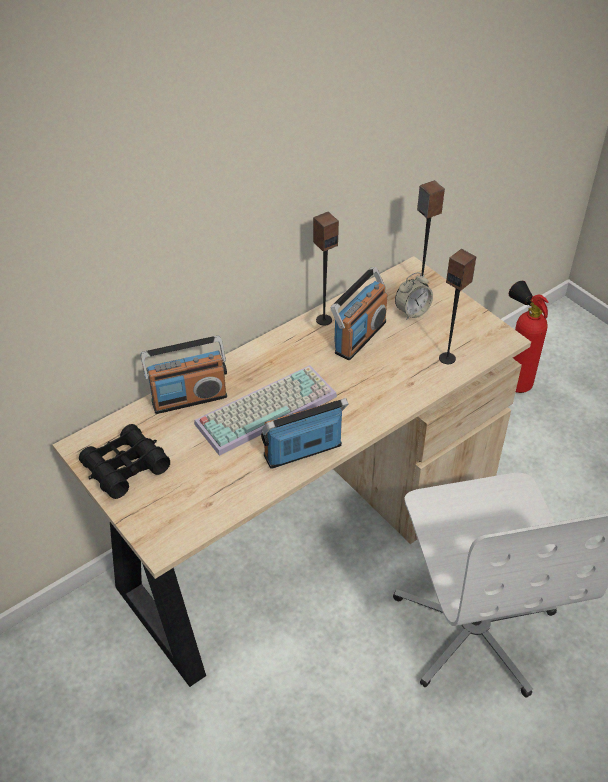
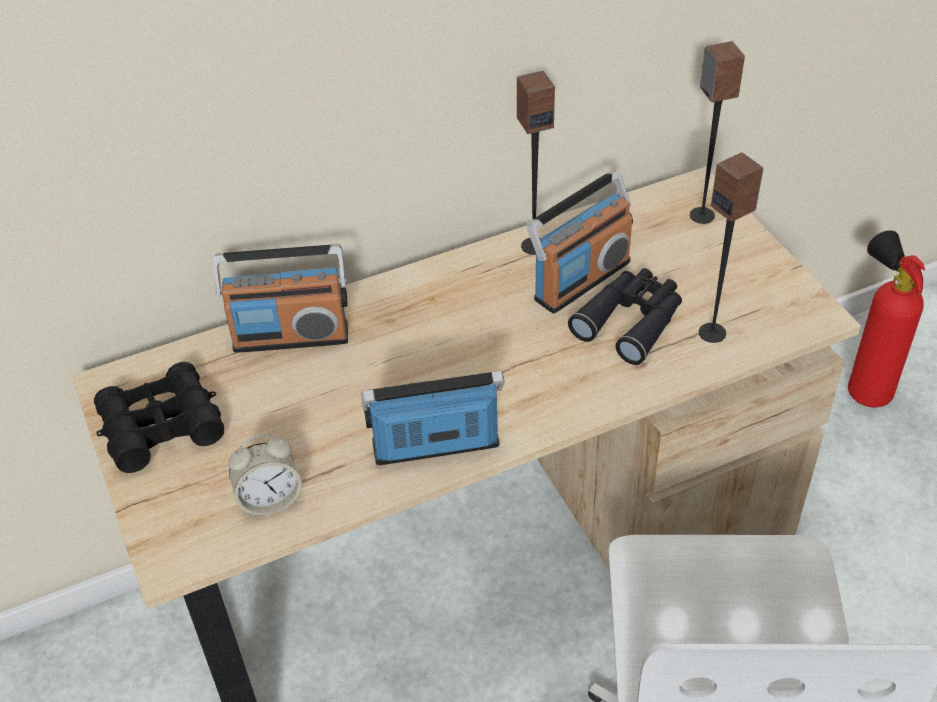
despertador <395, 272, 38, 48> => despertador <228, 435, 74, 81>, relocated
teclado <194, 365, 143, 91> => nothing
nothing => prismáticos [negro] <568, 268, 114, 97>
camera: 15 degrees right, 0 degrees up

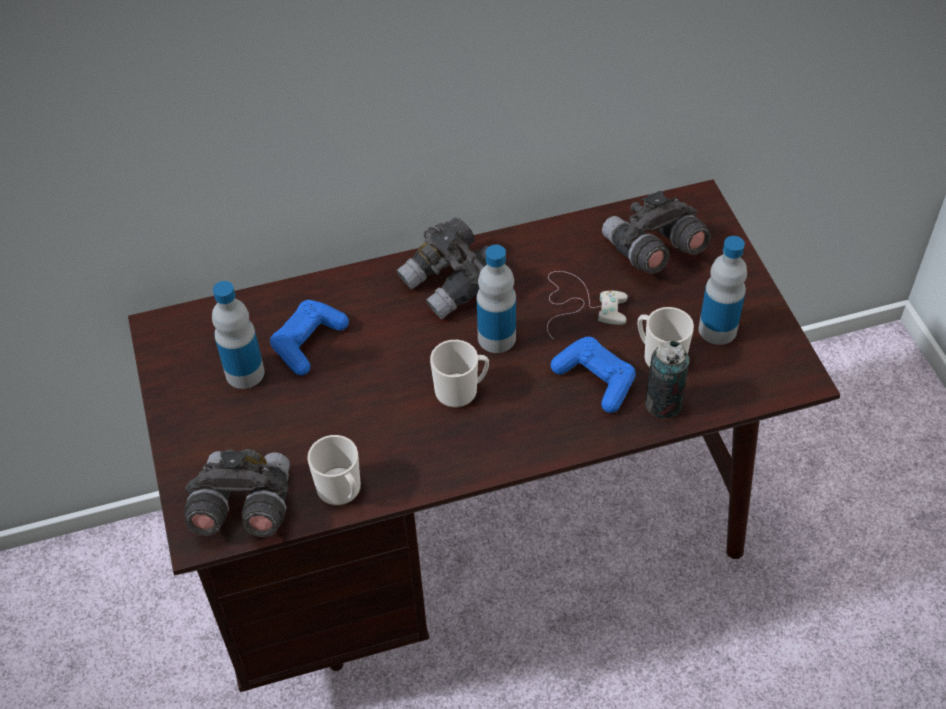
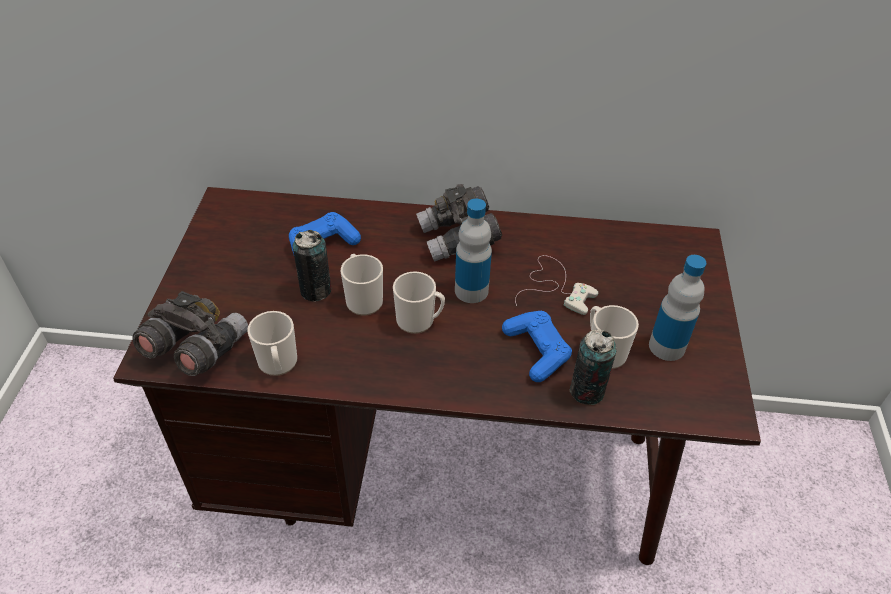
prismáticos [gris] <602, 191, 109, 83> => nothing
botella <212, 281, 53, 108> => nothing
nothing => lata <293, 230, 38, 72>
nothing => taza grande <341, 254, 42, 61>
camera: 20 degrees right, 5 degrees down

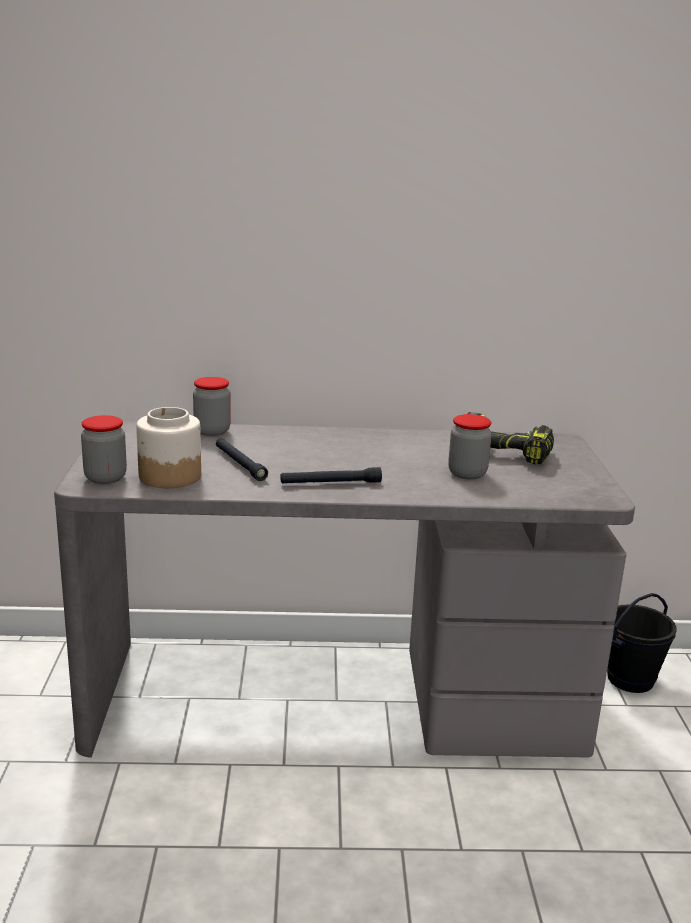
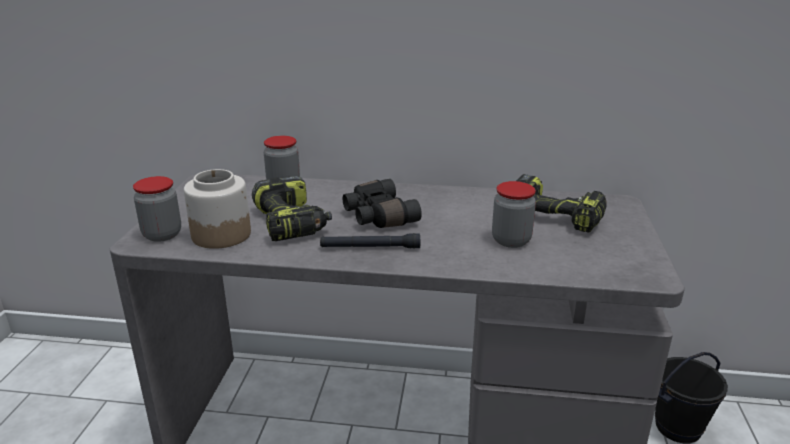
linterna [negro] <216, 438, 52, 43> => taladro <252, 176, 80, 65>
nothing => prismáticos [negro] <342, 179, 80, 49>
camera: 10 degrees right, 5 degrees up

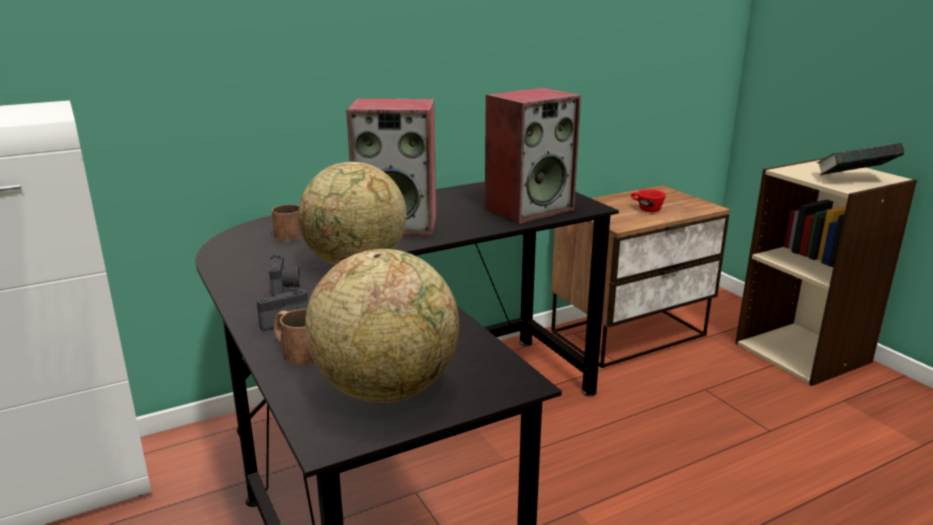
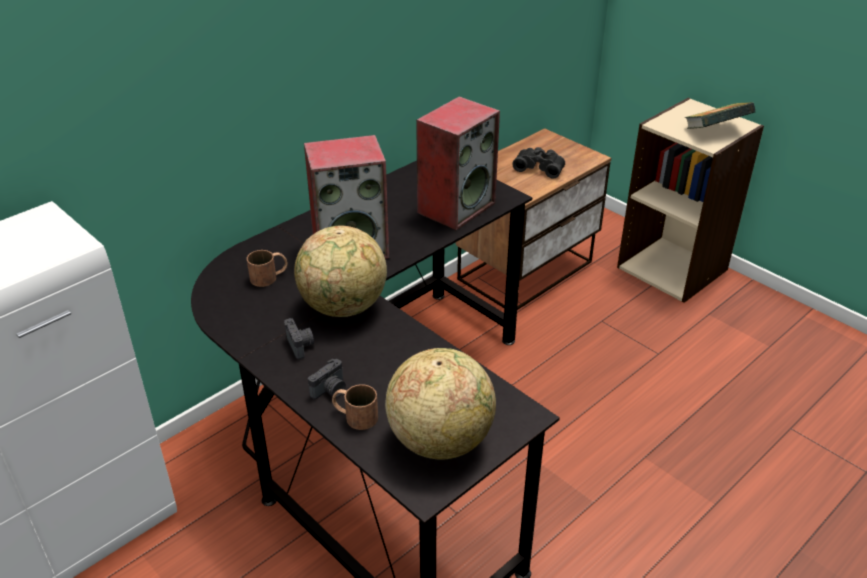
taza [rojo] <631, 189, 35, 23> => prismáticos [negro] <512, 147, 53, 32>
camera: 15 degrees left, 15 degrees up

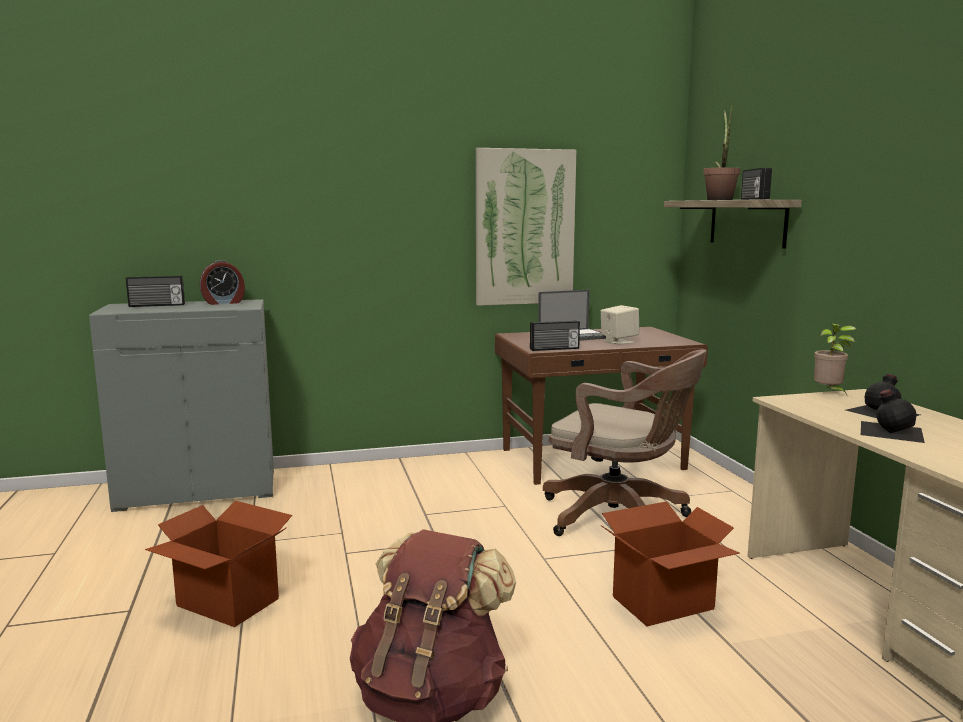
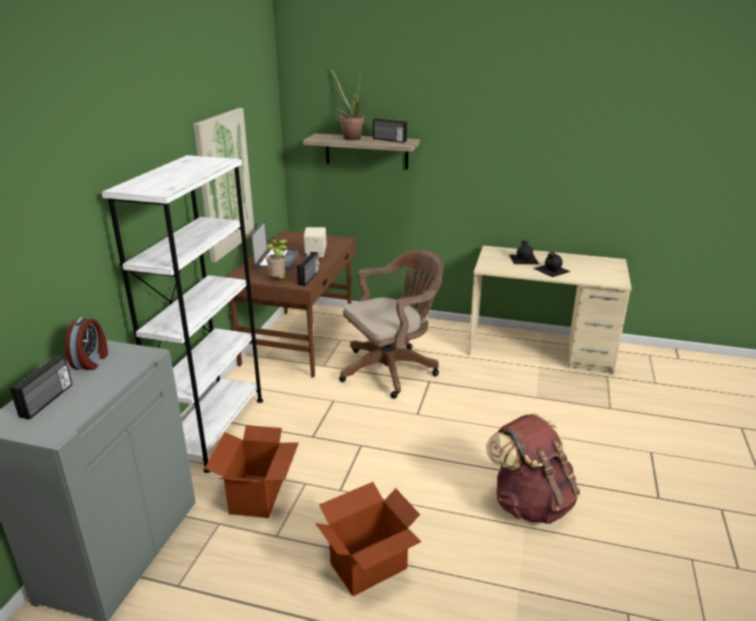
planta en maceta <814, 323, 42, 74> => planta en maceta <266, 240, 22, 38>, relocated
caja de cartón <601, 501, 139, 125> => caja de cartón <204, 425, 95, 93>, relocated
nothing => estantería [blanco] <102, 155, 161, 318>
camera: 60 degrees left, 15 degrees up

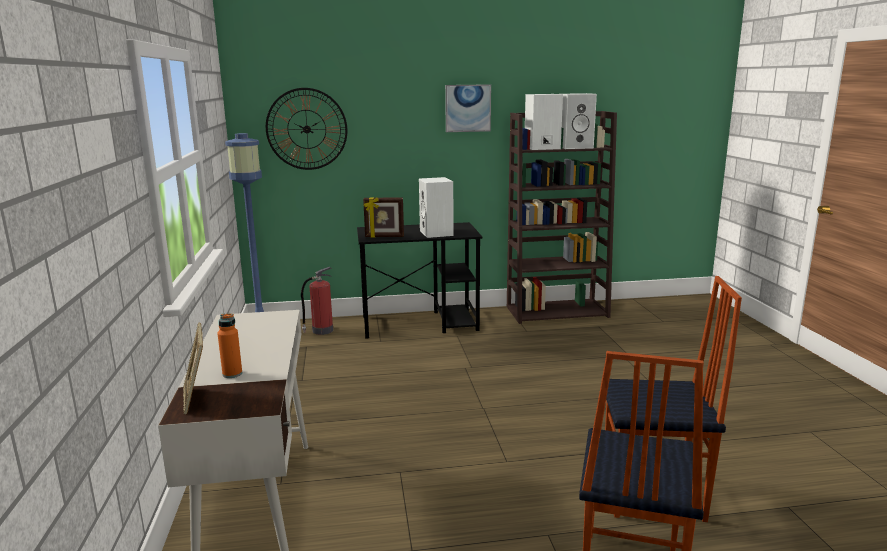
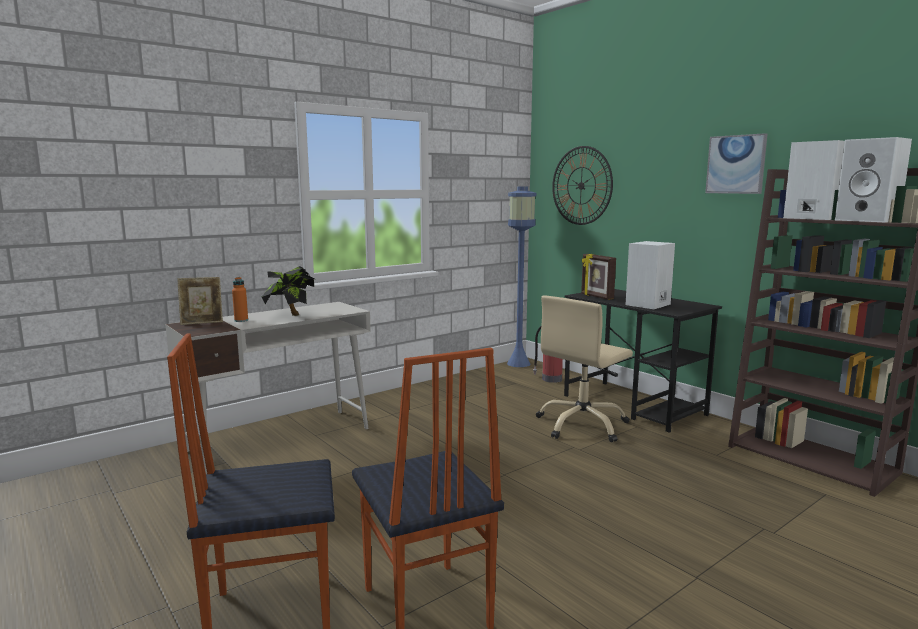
portarretratos <183, 323, 20, 91> => portarretratos <177, 277, 46, 48>, 150 degrees counterclockwise
nothing => planta en maceta <262, 266, 53, 50>
nothing => silla de oficina [beis] <536, 296, 97, 146>
camera: 60 degrees right, 5 degrees down

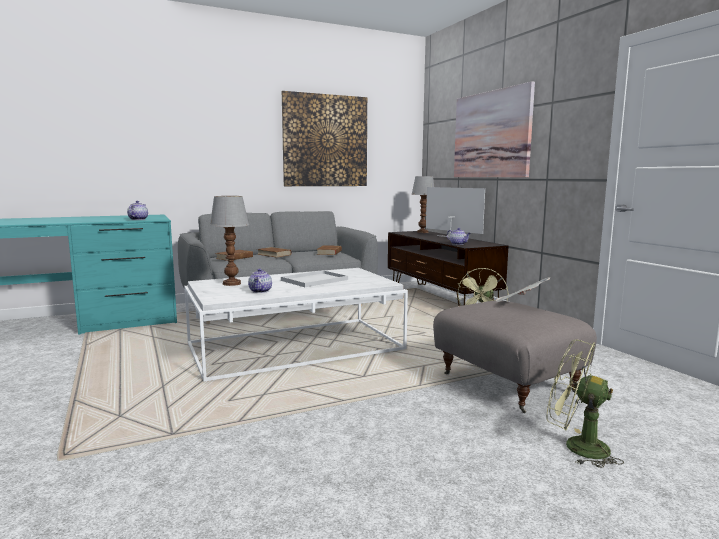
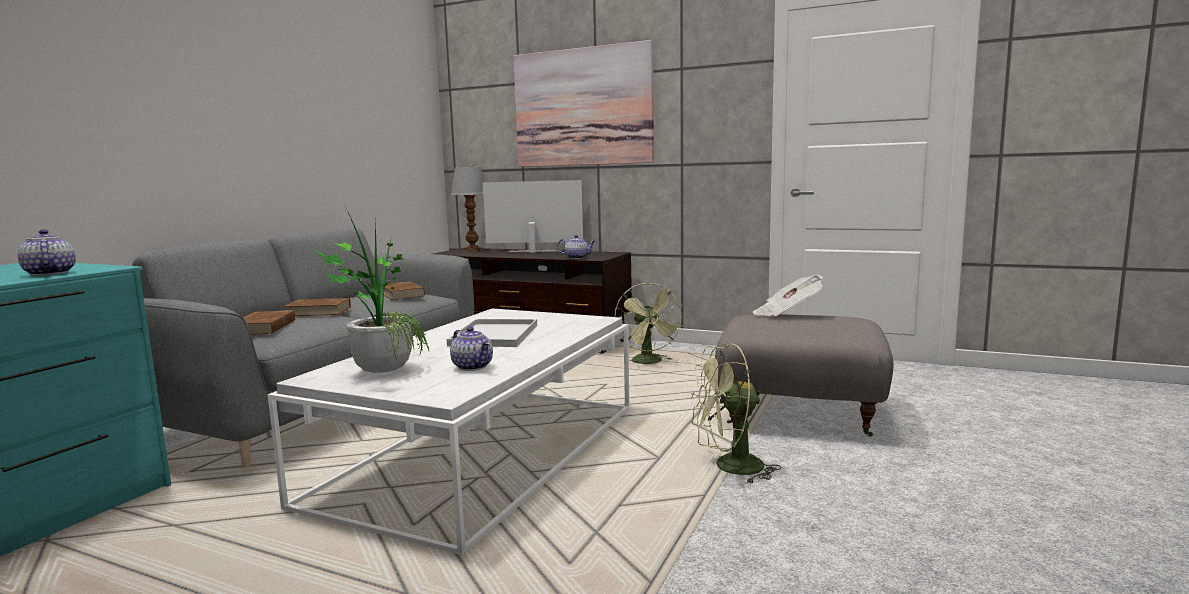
cuadro <282, 91, 85, 95> => nothing
lámpara de mesa <210, 196, 39, 90> => planta en maceta <316, 206, 113, 167>
ventilador [verde] <546, 339, 78, 129> => ventilador [verde] <690, 344, 91, 140>, relocated
camera: 40 degrees left, 0 degrees up

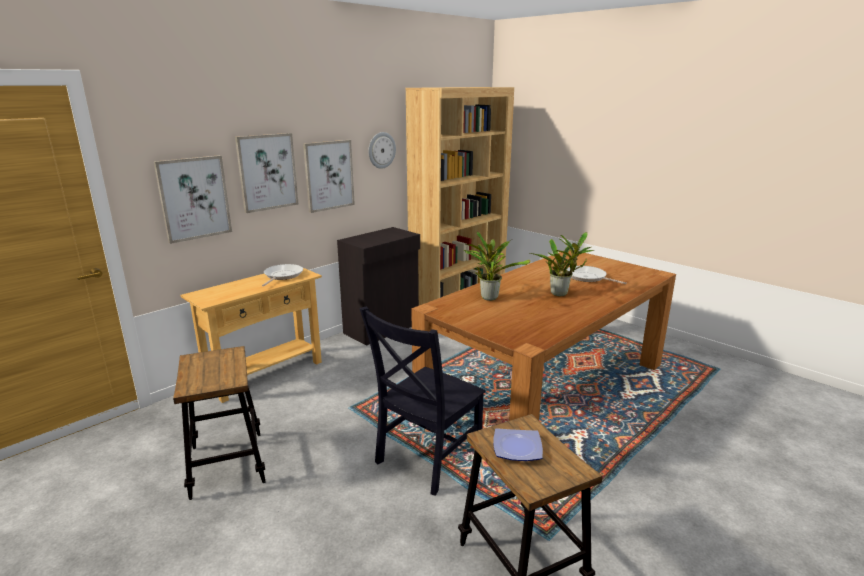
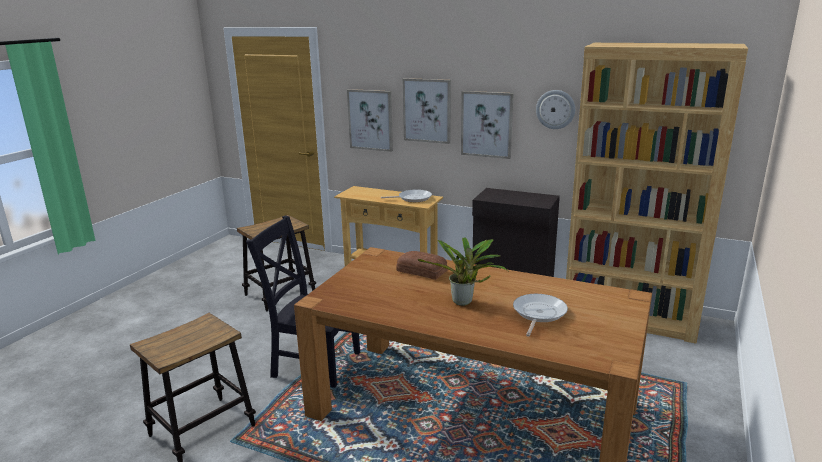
planta en maceta <463, 232, 67, 69> => pan <396, 251, 52, 29>
plato <493, 428, 50, 33> => nothing
camera: 70 degrees right, 0 degrees up

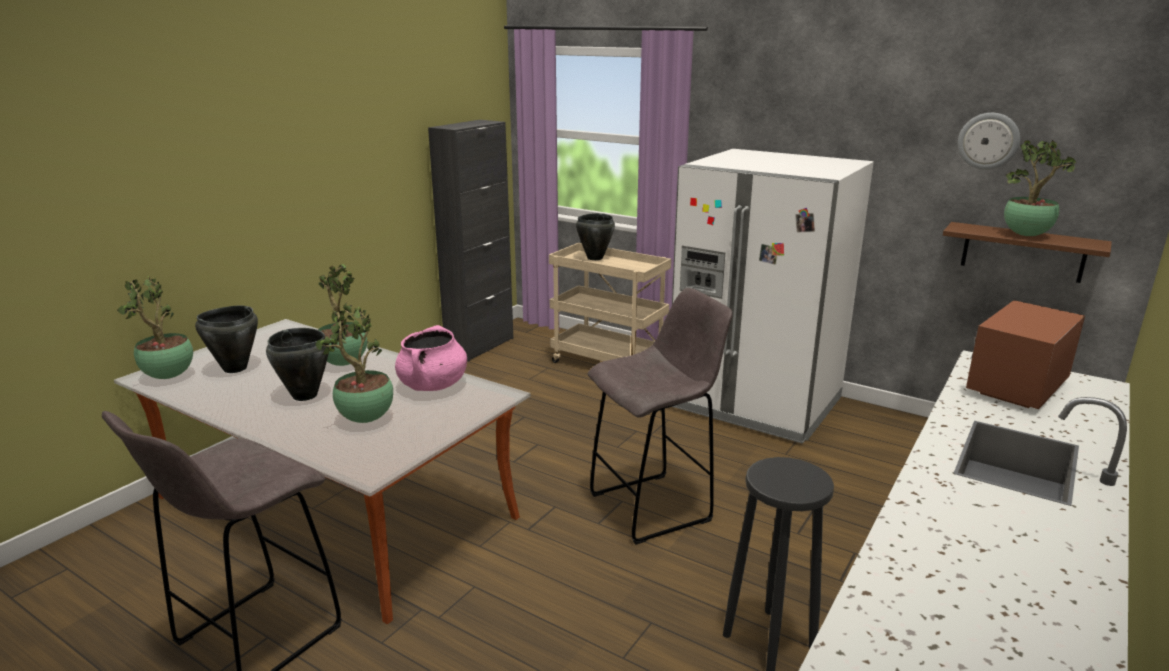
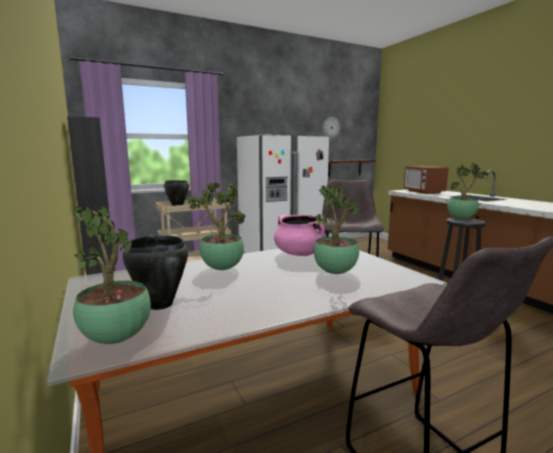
planta en maceta <1004, 140, 72, 96> => planta en maceta <447, 163, 42, 56>, relocated
olla [negro] <266, 328, 63, 73> => nothing
camera: 60 degrees left, 10 degrees down

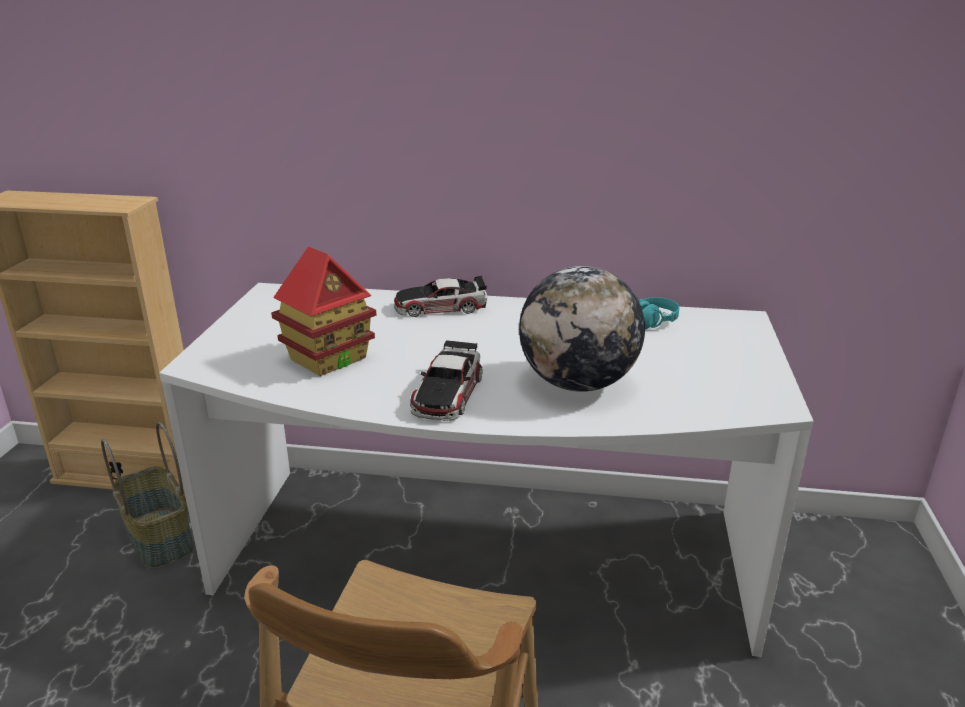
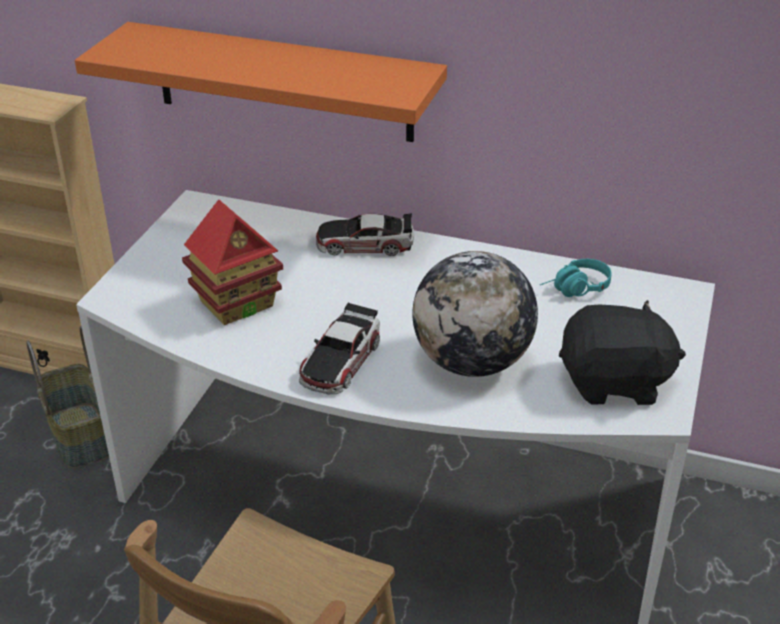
nothing => estante [naranja] <75, 22, 372, 120>
nothing => peluche [negro] <559, 300, 127, 105>
camera: 10 degrees right, 10 degrees up

